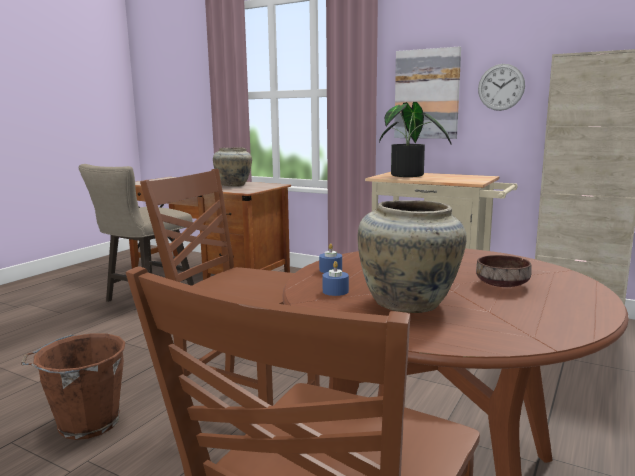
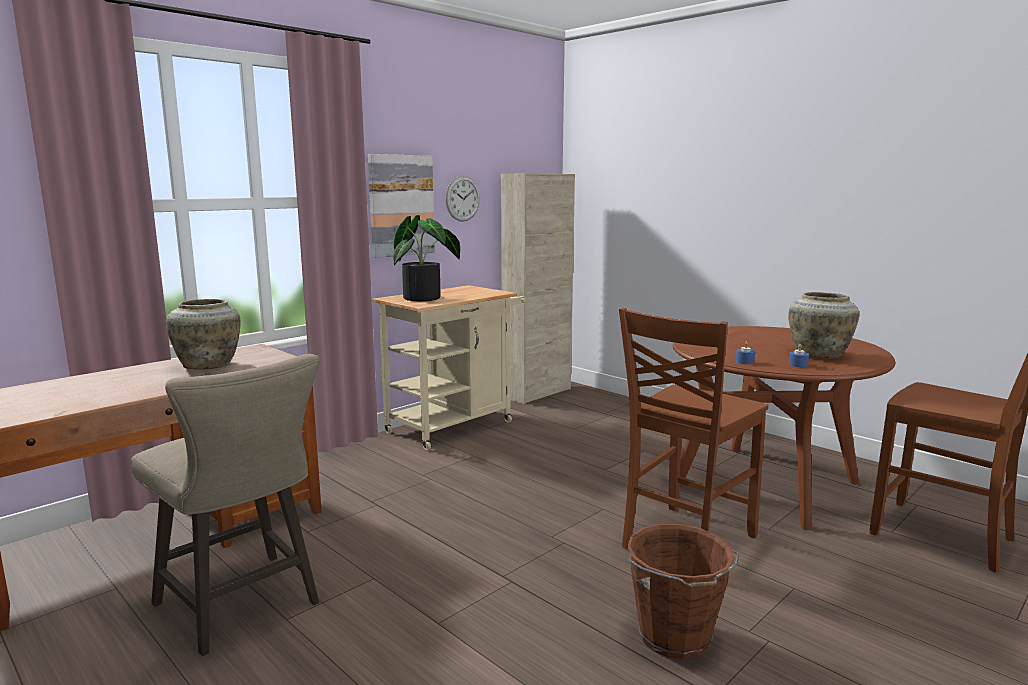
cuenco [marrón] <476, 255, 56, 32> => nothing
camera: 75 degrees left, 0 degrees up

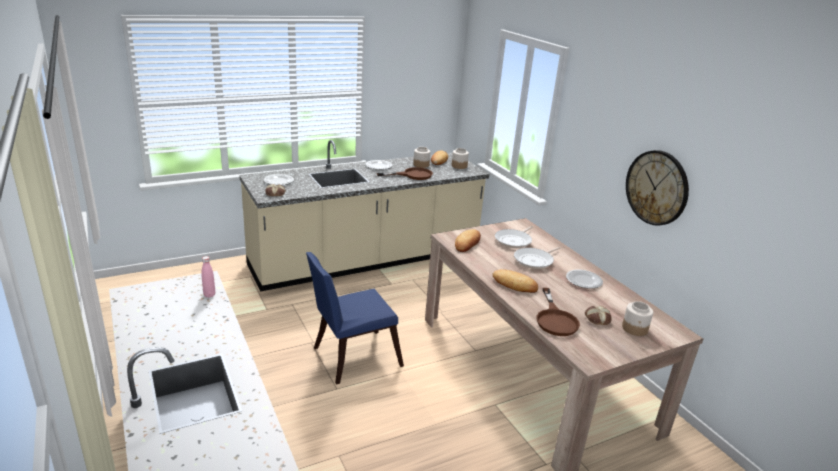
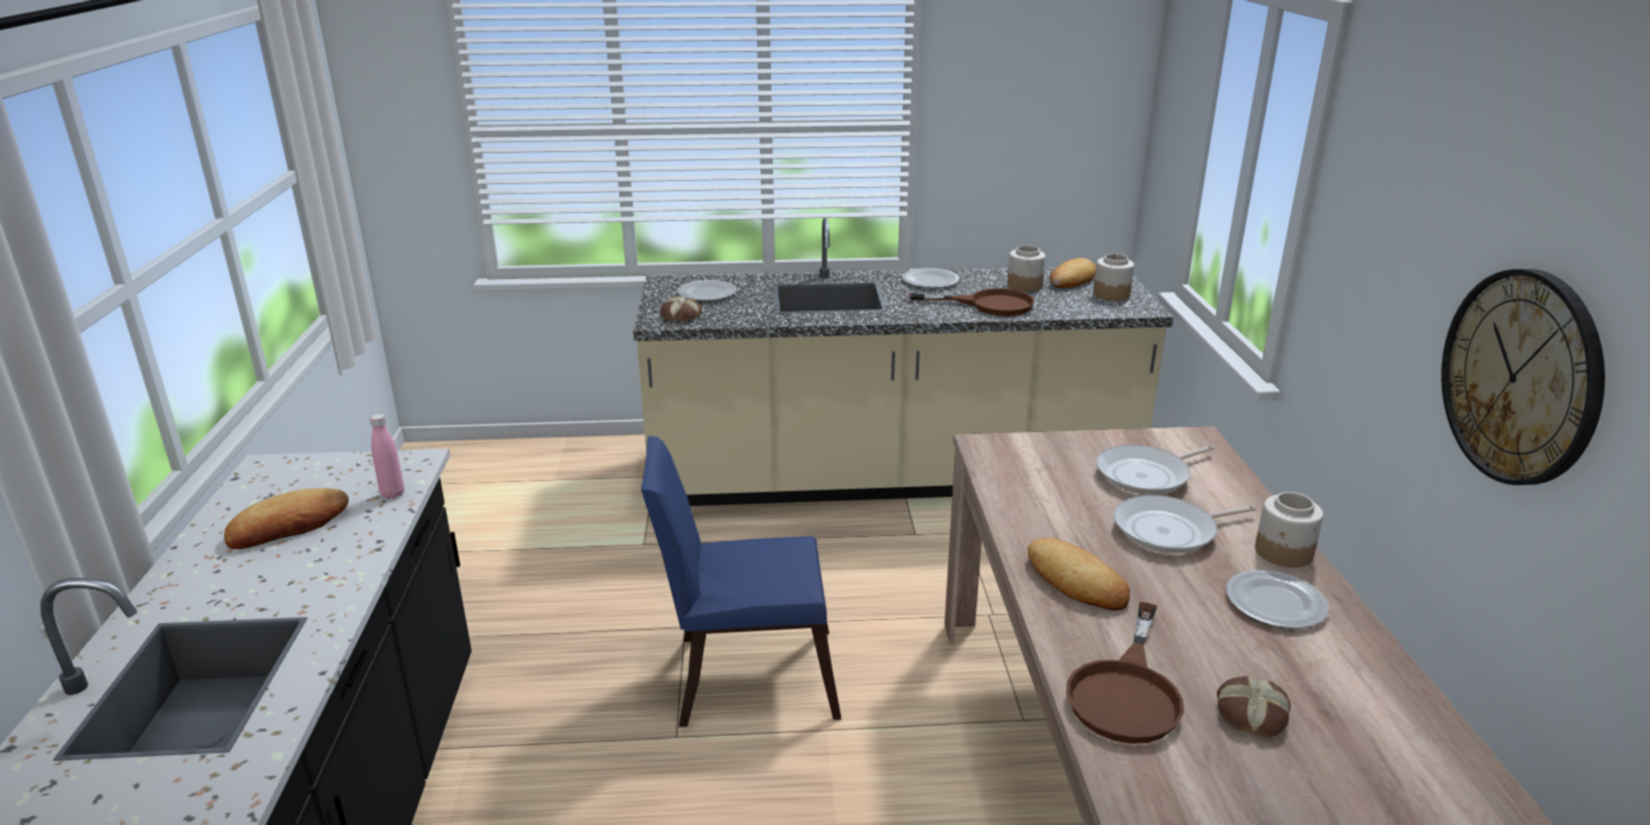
pan <455, 229, 26, 23> => pan <224, 488, 125, 61>, relocated
tarro <622, 301, 31, 35> => tarro <1255, 492, 68, 76>, relocated
camera: 25 degrees right, 0 degrees up

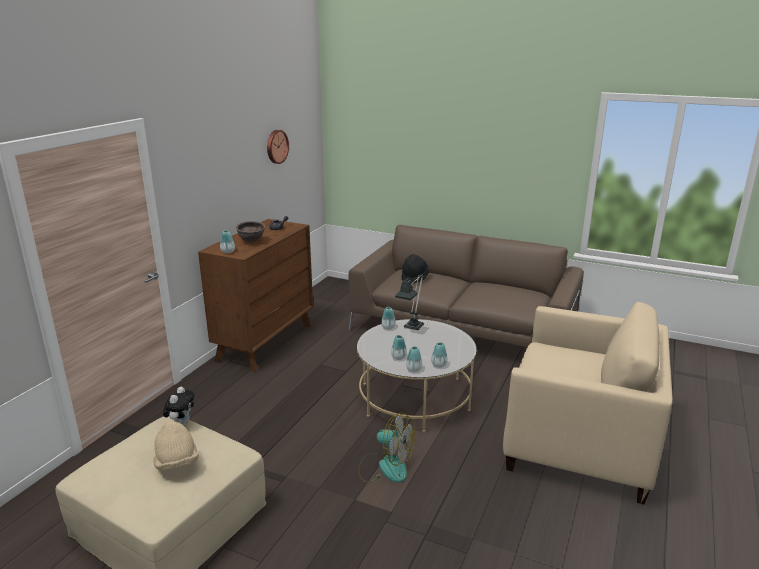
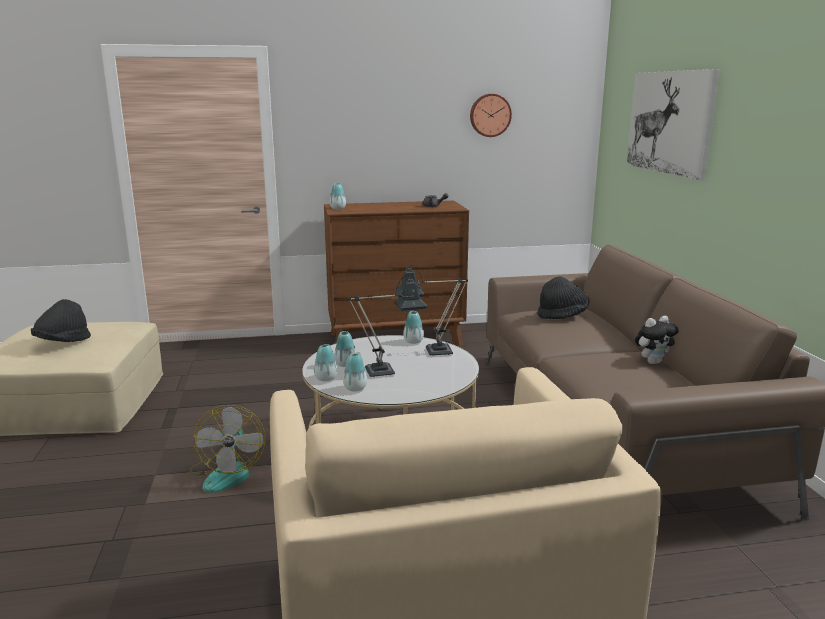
cuenco [marrón] <236, 221, 29, 22> => nothing
peluche <163, 387, 31, 39> => peluche <635, 316, 44, 48>, relocated
sombrero [beis] <153, 421, 46, 50> => sombrero [negro] <31, 299, 60, 43>
nothing => cuadro <626, 69, 94, 112>
nothing => lámpara de mesa <348, 275, 79, 102>
camera: 55 degrees right, 5 degrees down

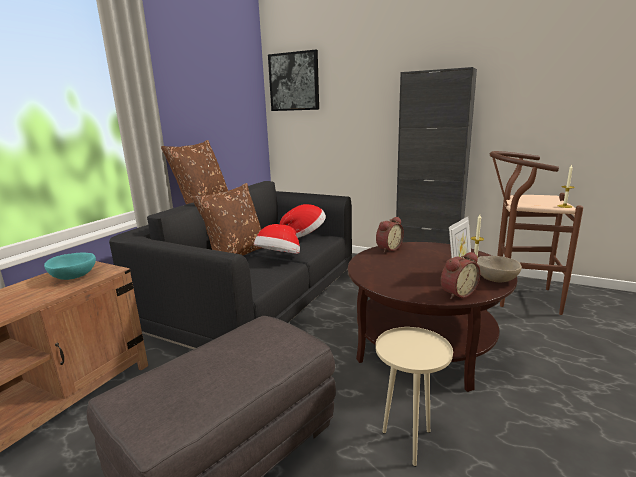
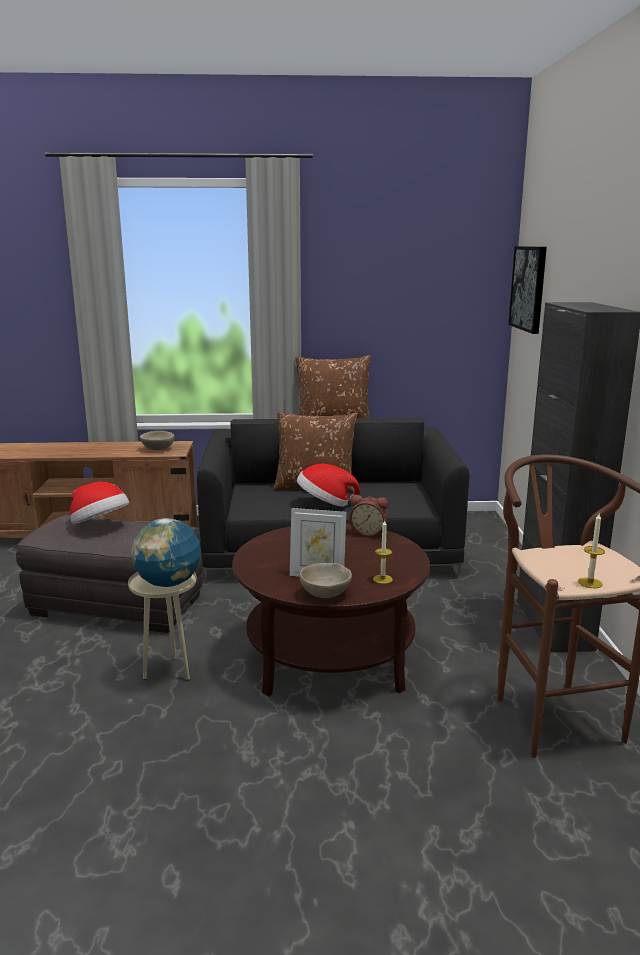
sombrero <280, 204, 46, 34> => sombrero <70, 482, 59, 42>, relocated
cuenco [turquesa] <44, 252, 52, 28> => cuenco [beis] <140, 431, 35, 19>
despertador <441, 252, 39, 47> => nothing
nothing => globo terráqueo <131, 518, 70, 69>
camera: 60 degrees right, 0 degrees up

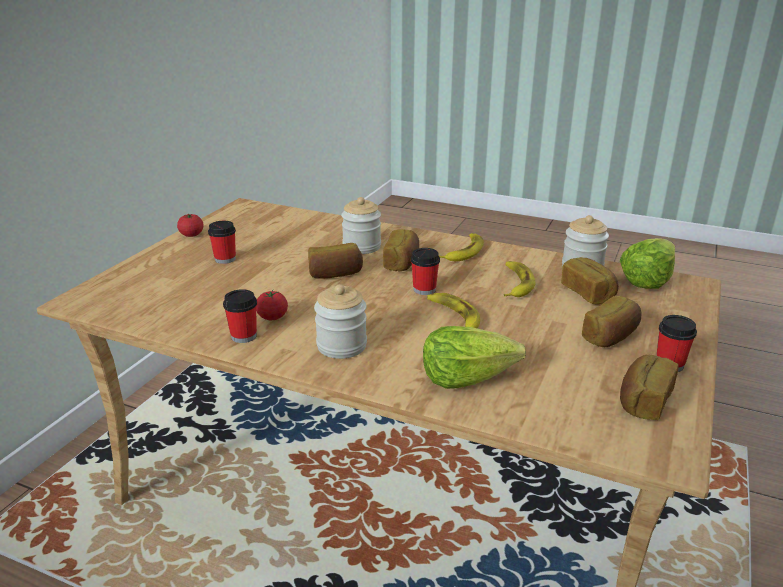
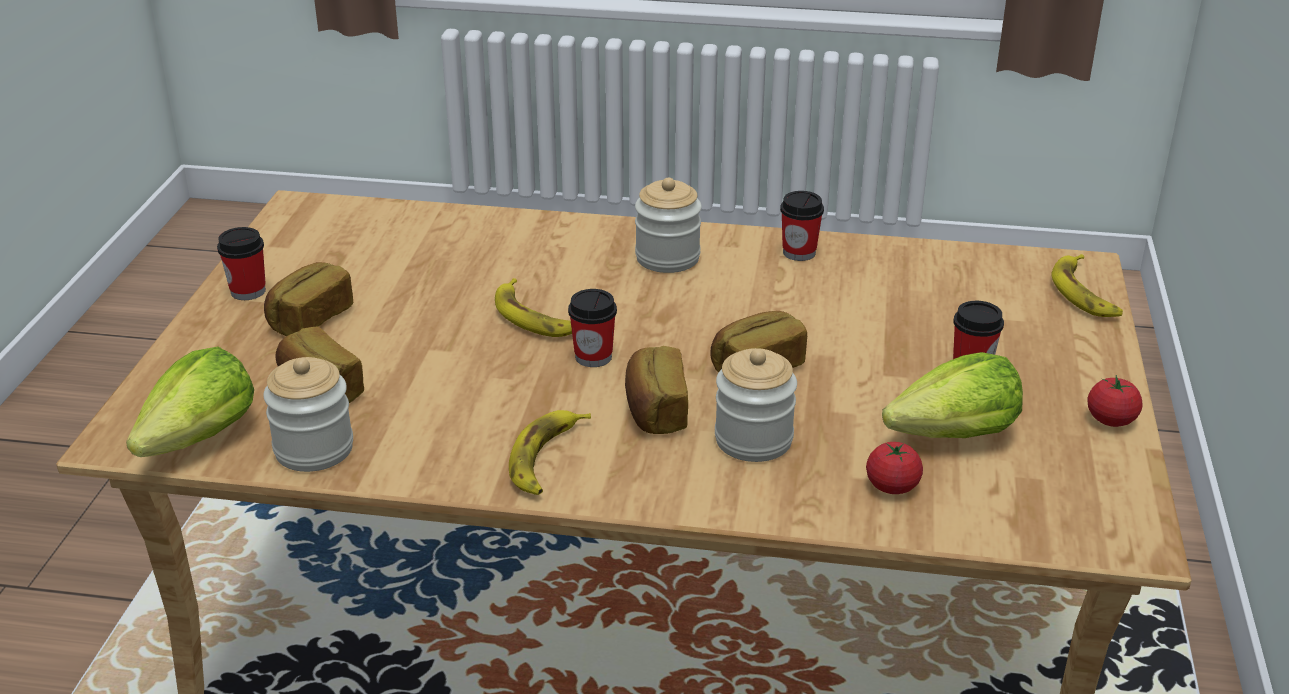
plátano <504, 261, 31, 36> => plátano <1051, 254, 72, 63>, relocated
tomate <256, 290, 32, 30> => tomate <866, 442, 57, 52>, relocated
lechuga <423, 326, 103, 63> => lechuga <882, 352, 141, 86>, relocated
pan <620, 354, 59, 66> => nothing
camera: 165 degrees right, 5 degrees up

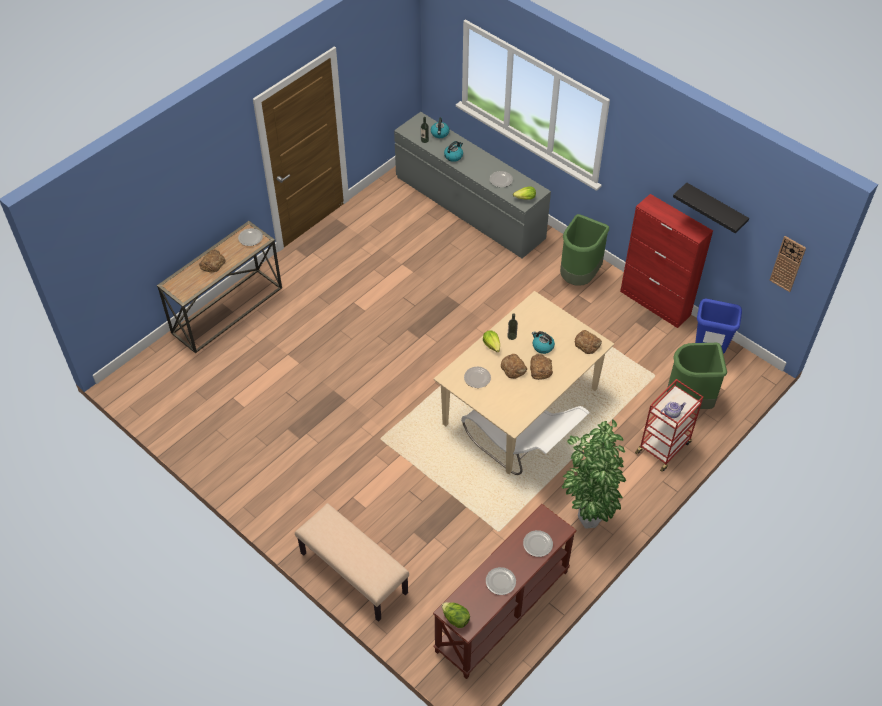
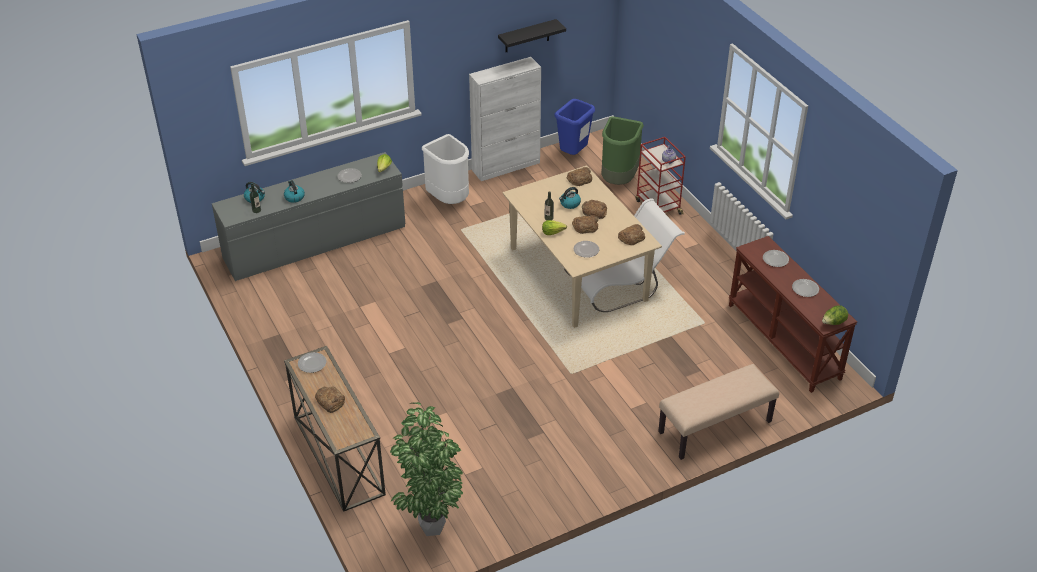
armario [rojo] <620, 194, 93, 134> => armario [blanco] <469, 57, 72, 124>
papelera [verde] <560, 214, 49, 72> => papelera [blanco] <422, 134, 47, 70>
reloj de pared <770, 236, 36, 56> => nothing
planta en maceta <562, 419, 64, 110> => planta en maceta <390, 402, 73, 134>, relocated
nothing => pan <618, 224, 27, 21>
camera: 70 degrees left, 10 degrees down

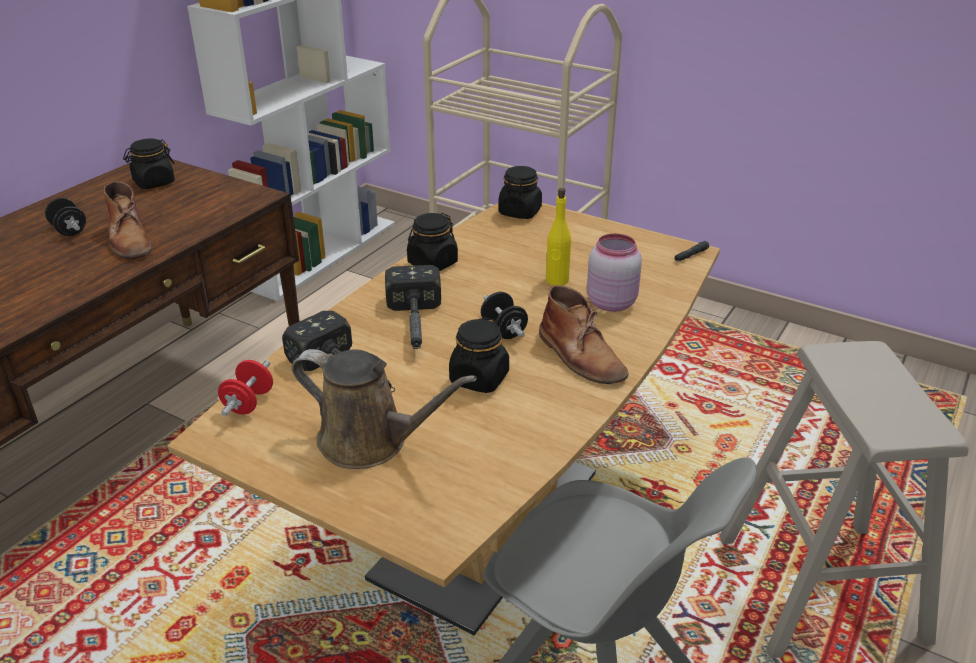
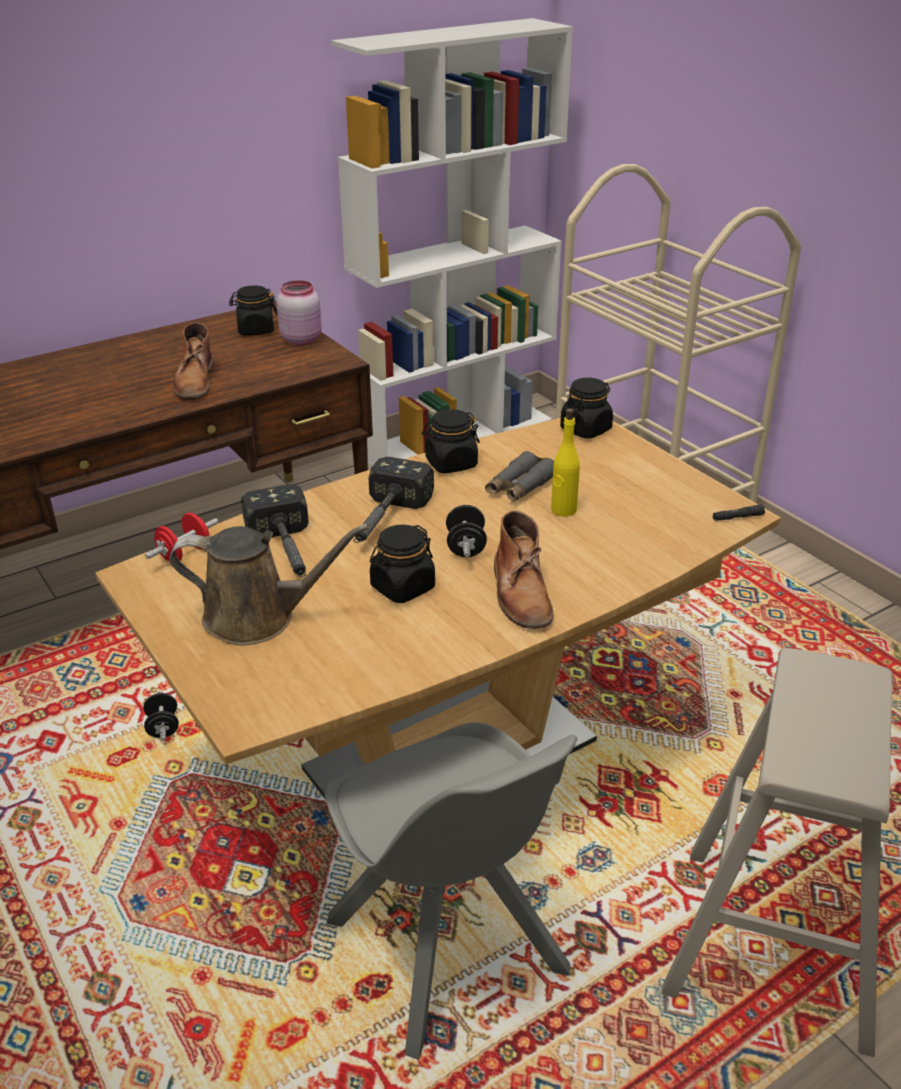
mancuerna [negro] <45, 198, 41, 38> => mancuerna [negro] <143, 691, 36, 50>, relocated
tarro [rosa] <587, 234, 55, 78> => tarro [rosa] <276, 280, 46, 65>, relocated
regadera [marrón] <292, 349, 185, 120> => regadera [marrón] <169, 524, 200, 121>, 45 degrees counterclockwise
nothing => prismáticos [gris] <485, 451, 69, 51>
camera: 25 degrees right, 0 degrees up

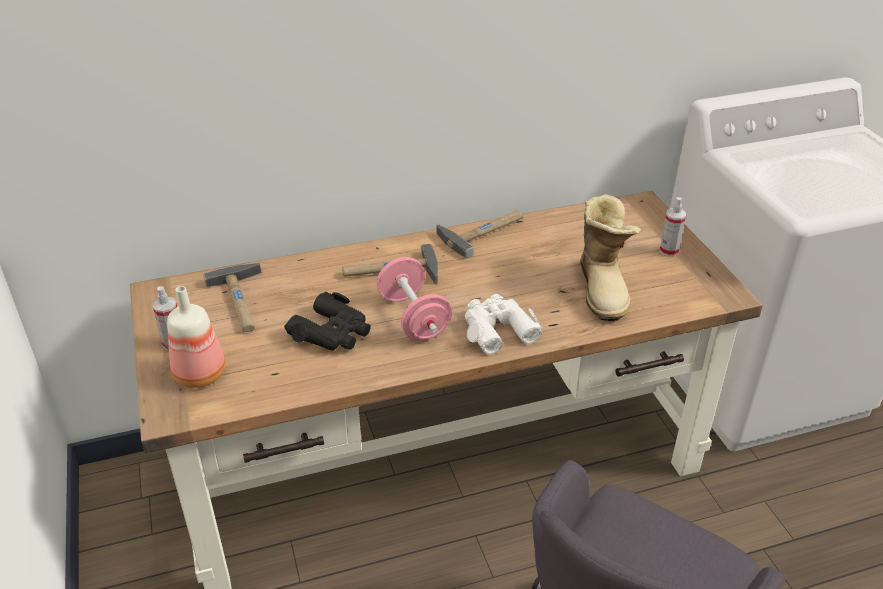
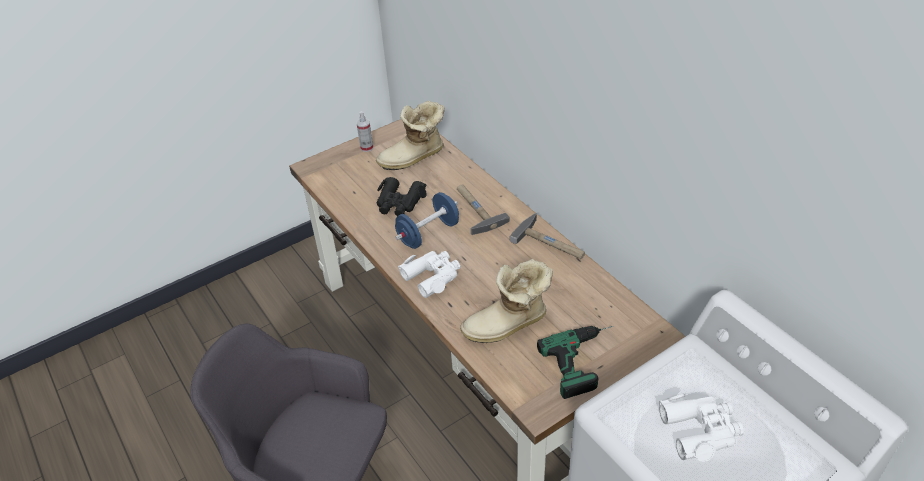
pulverizador <660, 197, 26, 59> => taladro <537, 326, 76, 73>
mancuerna [rosa] <376, 257, 76, 84> => mancuerna [azul] <395, 192, 64, 57>
martillo <203, 263, 58, 69> => bota <376, 101, 69, 69>
botella <167, 286, 59, 102> => nothing
nothing => prismáticos [blanco] <659, 393, 85, 69>
camera: 75 degrees right, 5 degrees up

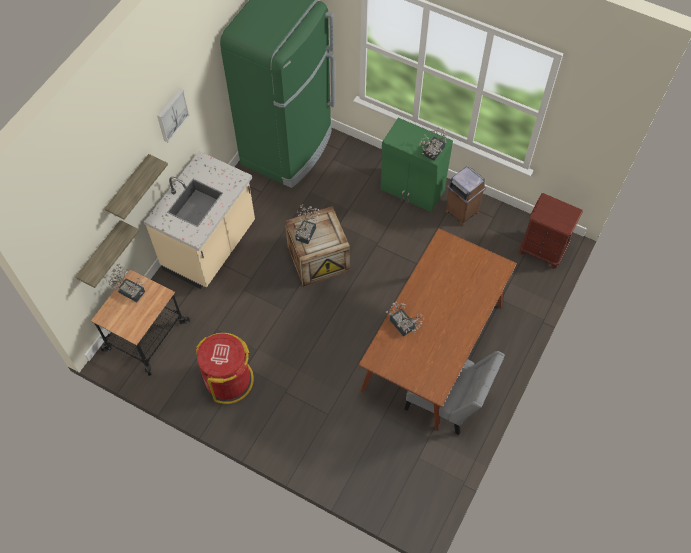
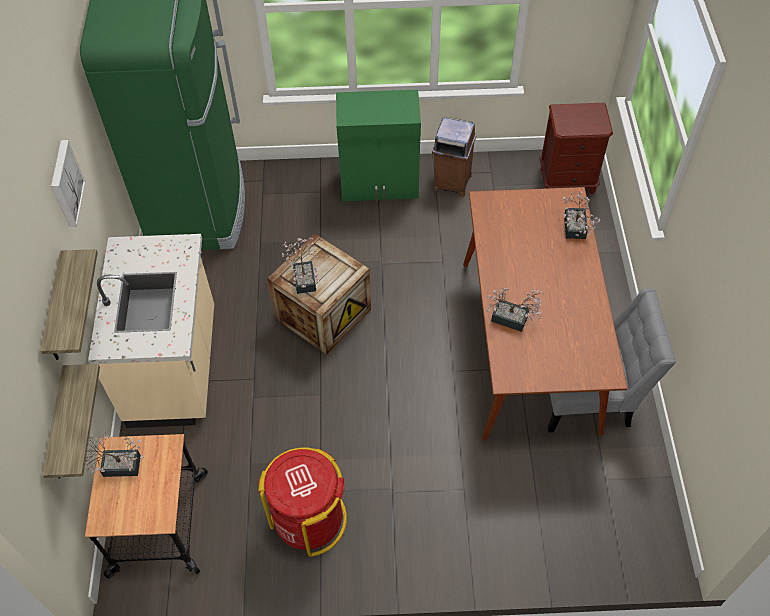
planta en maceta <419, 127, 28, 34> => planta en maceta <563, 191, 37, 48>, relocated
camera: 30 degrees left, 5 degrees down

